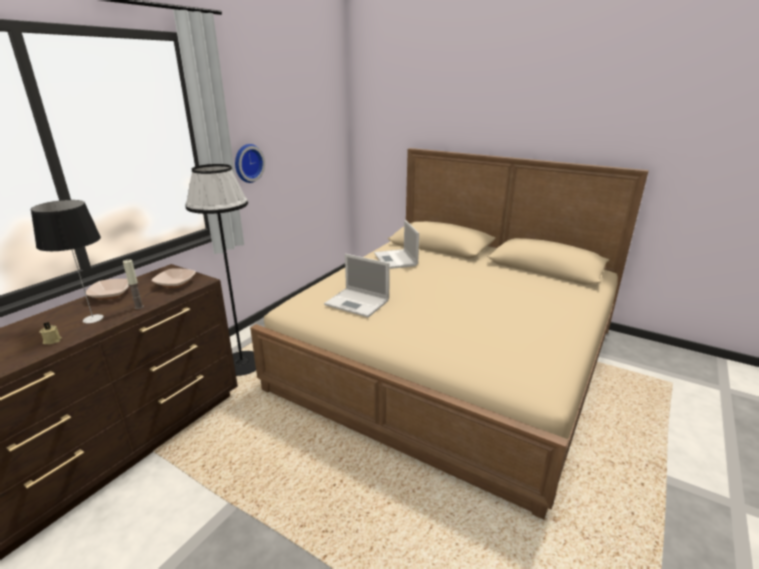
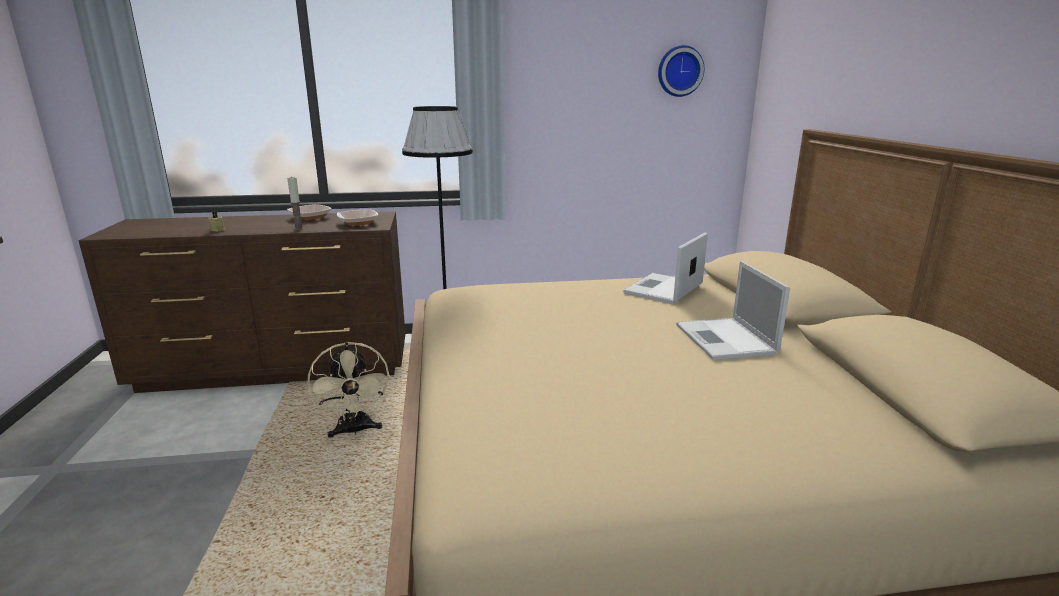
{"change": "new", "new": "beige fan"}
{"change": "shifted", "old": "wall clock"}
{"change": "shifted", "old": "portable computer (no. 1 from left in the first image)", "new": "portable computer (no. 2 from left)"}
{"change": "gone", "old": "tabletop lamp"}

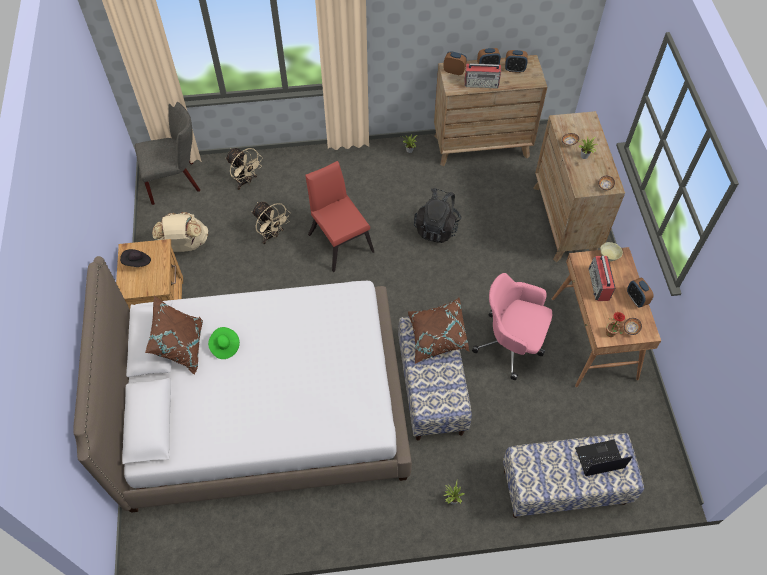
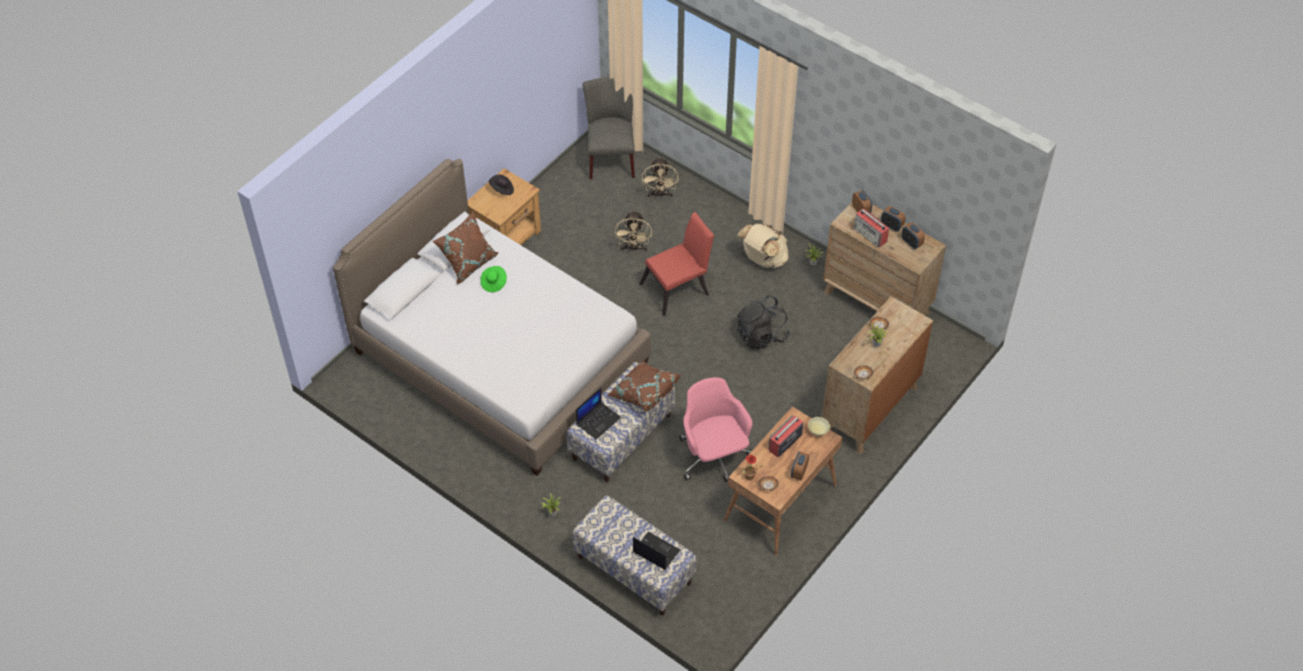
{"change": "new", "new": "portable computer (no. 1 from left)"}
{"change": "rotated", "old": "grey plain chair", "degrees": -120}
{"change": "rotated", "old": "red-coloured plain chair", "degrees": 45}
{"change": "shifted", "old": "beige rucksack"}

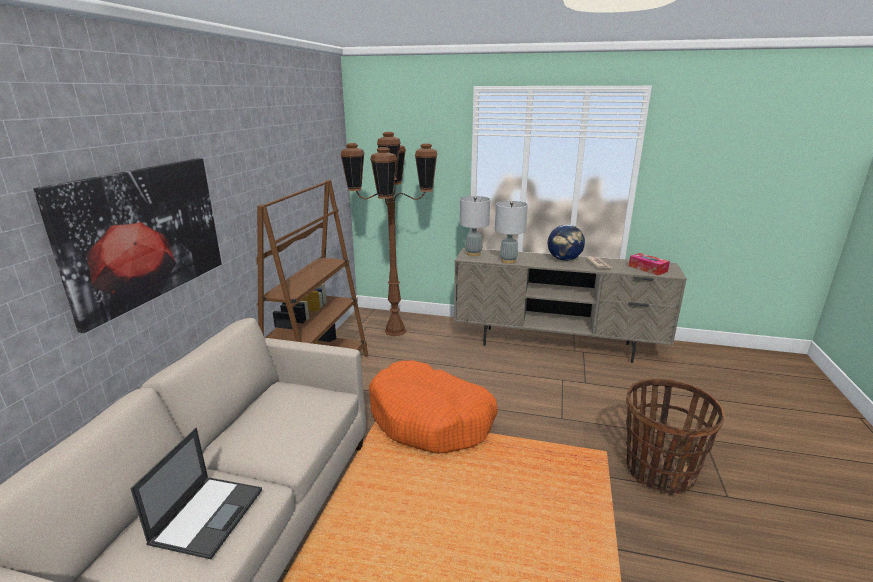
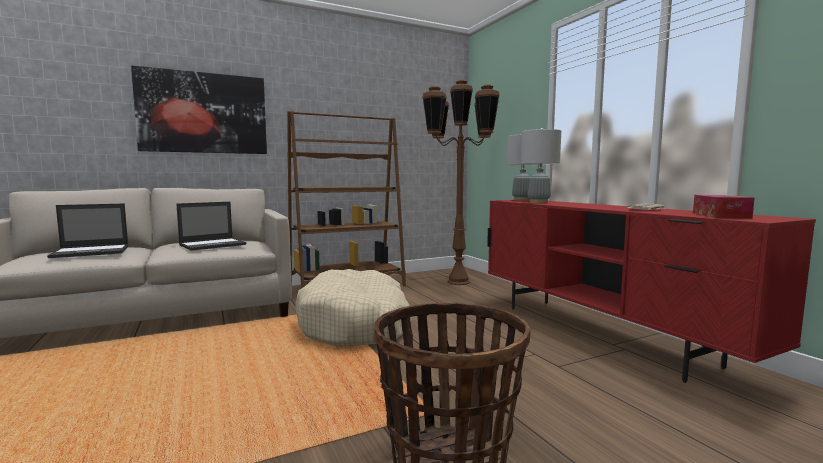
{"change": "new", "new": "portable computer (no. 2 from left)"}
{"change": "repainted", "old": "orange-coloured dog cushion", "new": "beige dog cushion"}
{"change": "repainted", "old": "beige tv stand", "new": "red-coloured tv stand"}
{"change": "gone", "old": "world globe"}

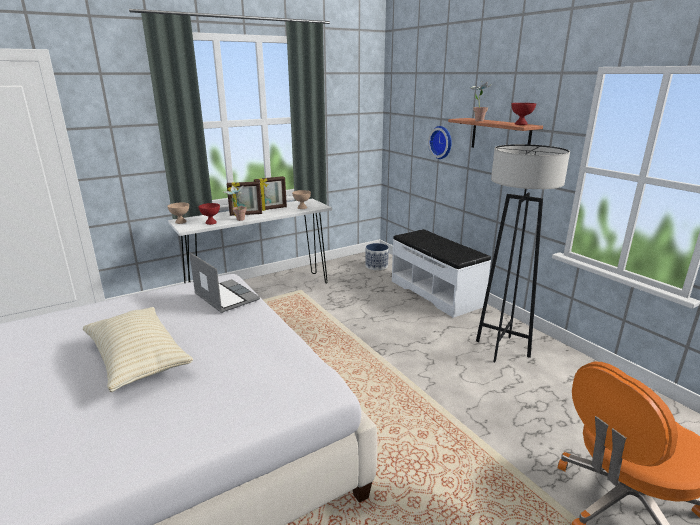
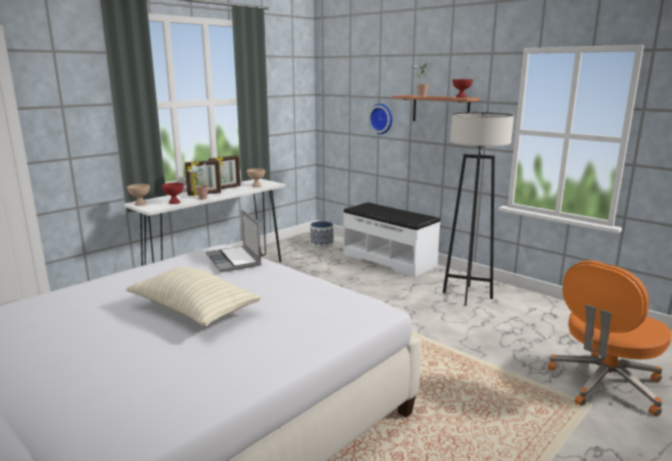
{"change": "rotated", "old": "portable computer", "degrees": -150}

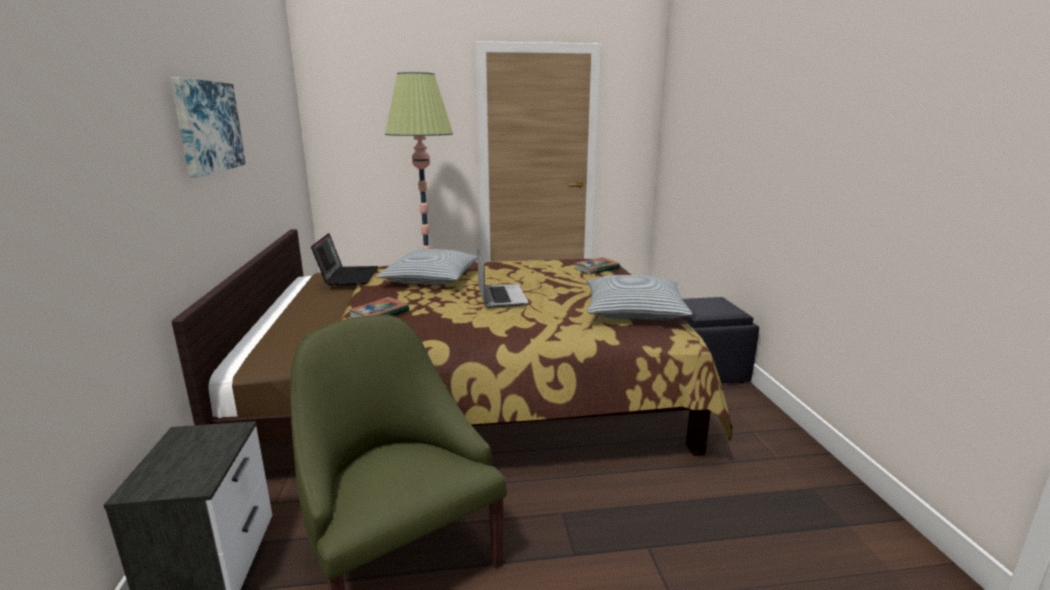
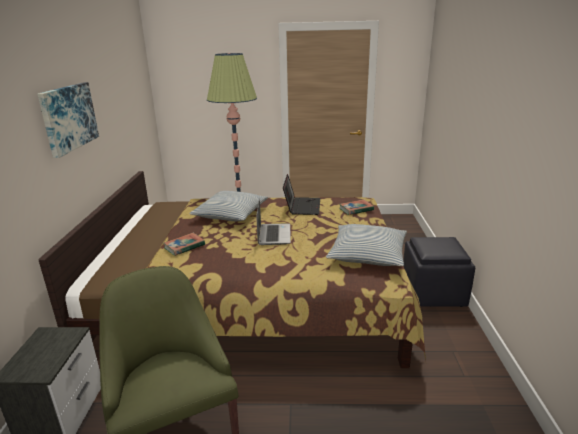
{"change": "shifted", "old": "portable computer (no. 1 from left in the first image)", "new": "portable computer (no. 2 from left)"}

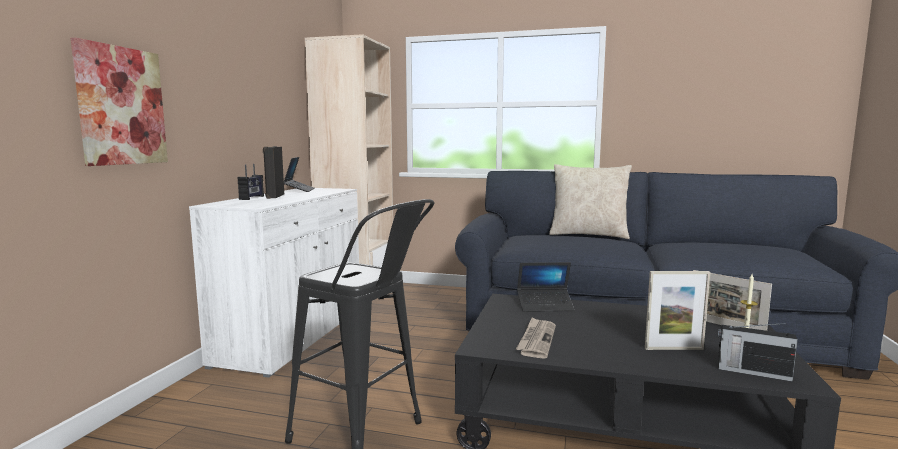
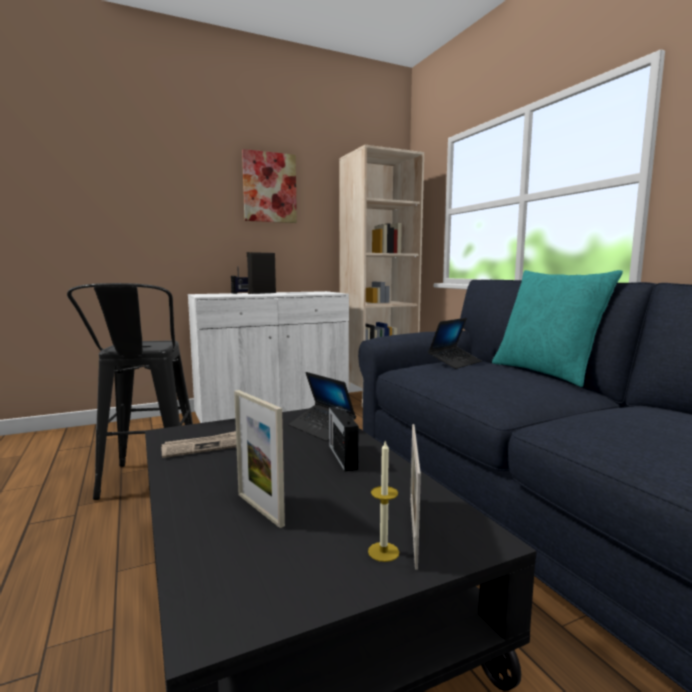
{"change": "shifted", "old": "wall picture"}
{"change": "shifted", "old": "radio receiver (no. 2 from left)"}
{"change": "shifted", "old": "portable computer (no. 1 from left in the first image)", "new": "portable computer (no. 2 from left)"}
{"change": "repainted", "old": "beige pillow", "new": "turquoise pillow"}

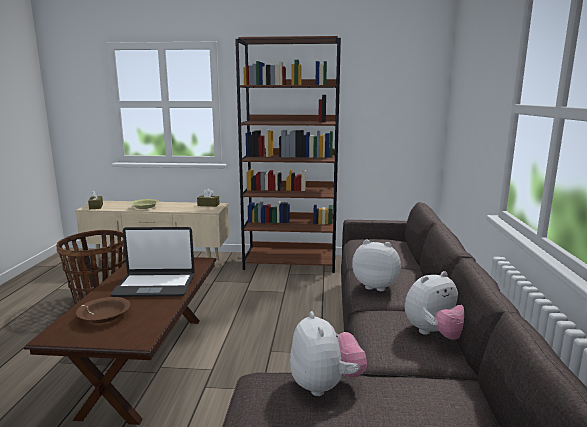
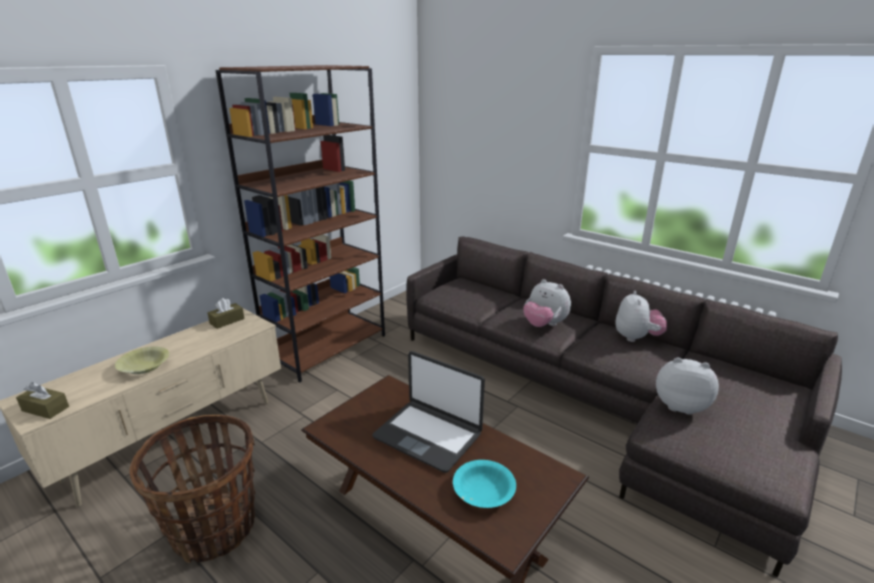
{"change": "rotated", "old": "portable computer", "degrees": 90}
{"change": "repainted", "old": "brown-coloured deep dish", "new": "turquoise deep dish"}
{"change": "rotated", "old": "cuddly toy (no. 2 from left in the first image)", "degrees": -105}

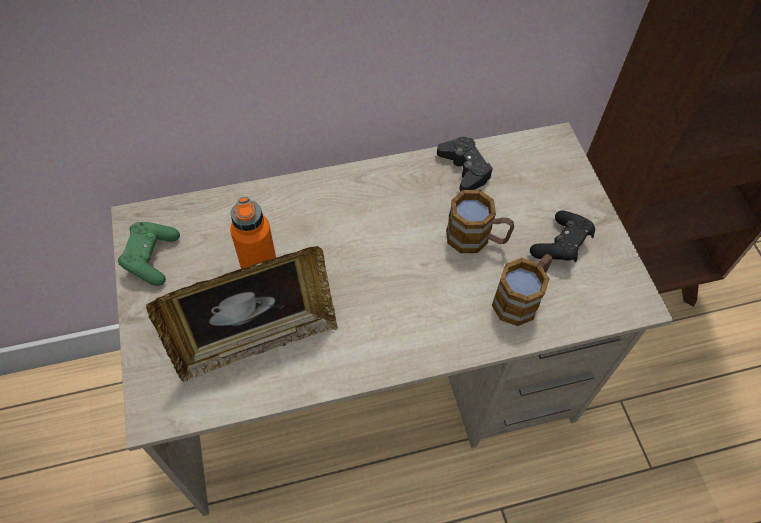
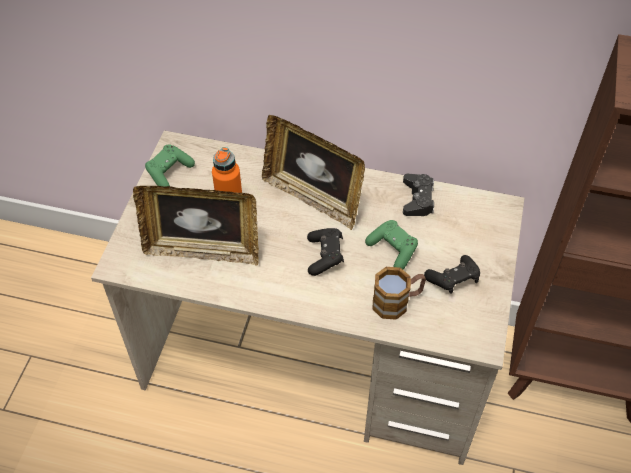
{"change": "new", "new": "standing frame (no. 2 from left)"}
{"change": "new", "new": "black-coloured gamepad (no. 1 from left)"}
{"change": "swapped", "old": "mug (no. 1 from left)", "new": "green-coloured gamepad (no. 2 from left)"}

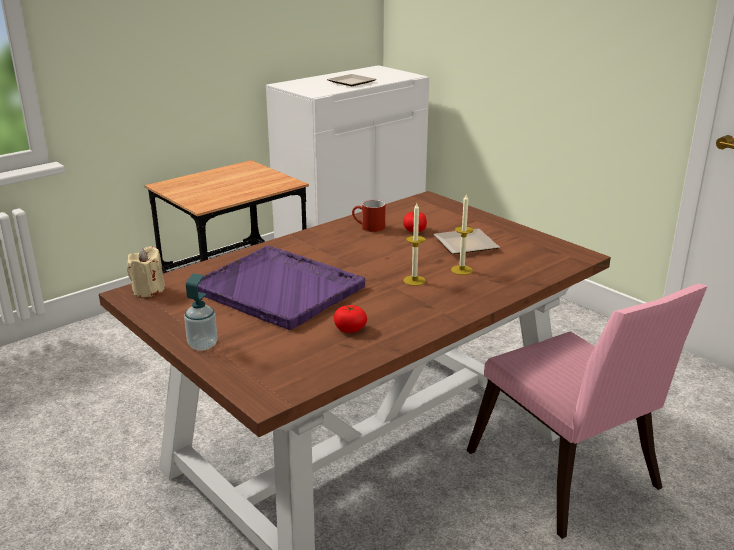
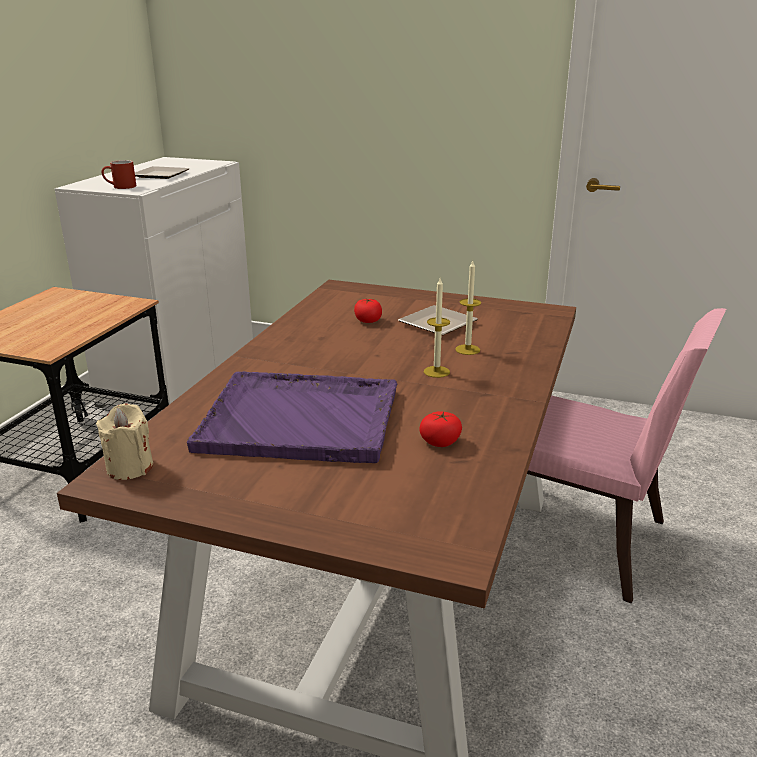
{"change": "shifted", "old": "red-coloured mug"}
{"change": "gone", "old": "soap bottle"}

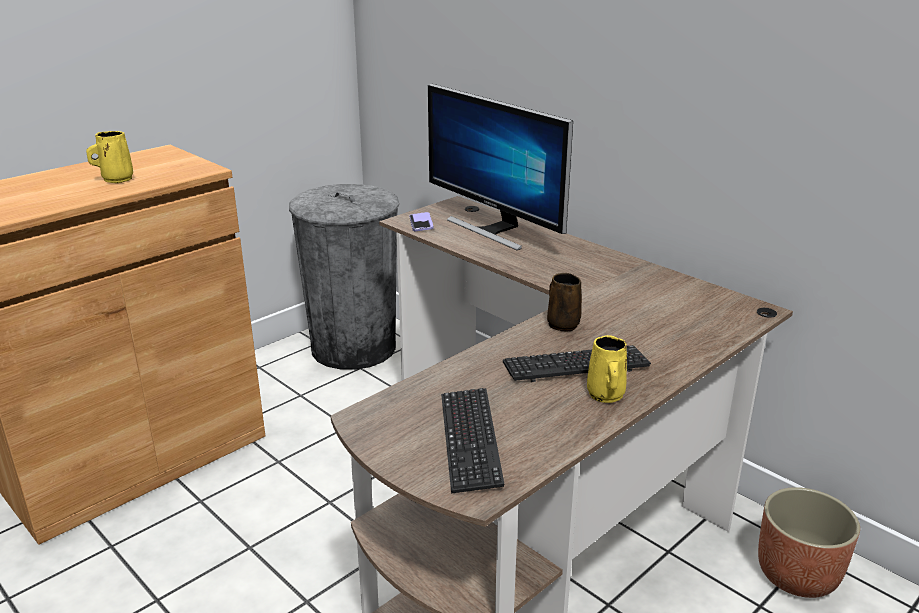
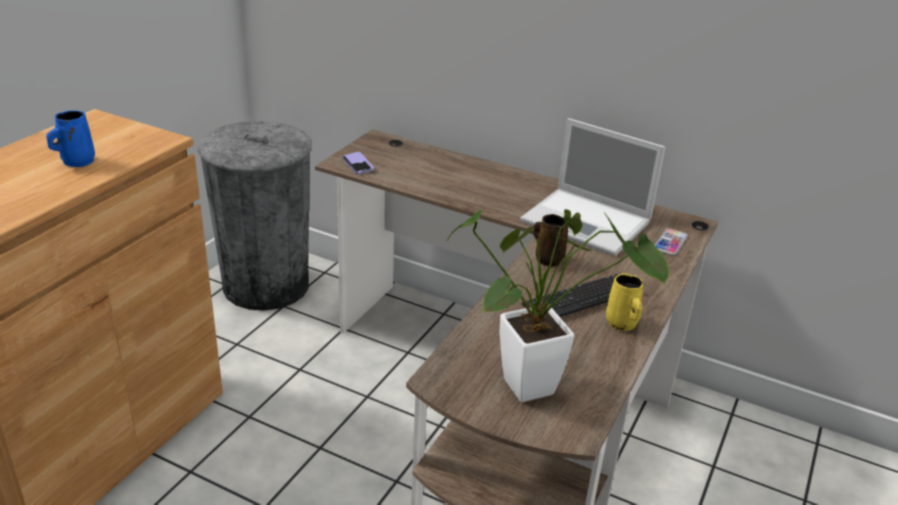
{"change": "repainted", "old": "yellow-coloured mug (no. 1 from left)", "new": "blue-coloured mug"}
{"change": "swapped", "old": "PC keyboard (no. 1 from left)", "new": "houseplant"}
{"change": "new", "new": "portable computer"}
{"change": "new", "new": "handset (no. 2 from left)"}
{"change": "gone", "old": "computer display"}
{"change": "gone", "old": "flower pot"}

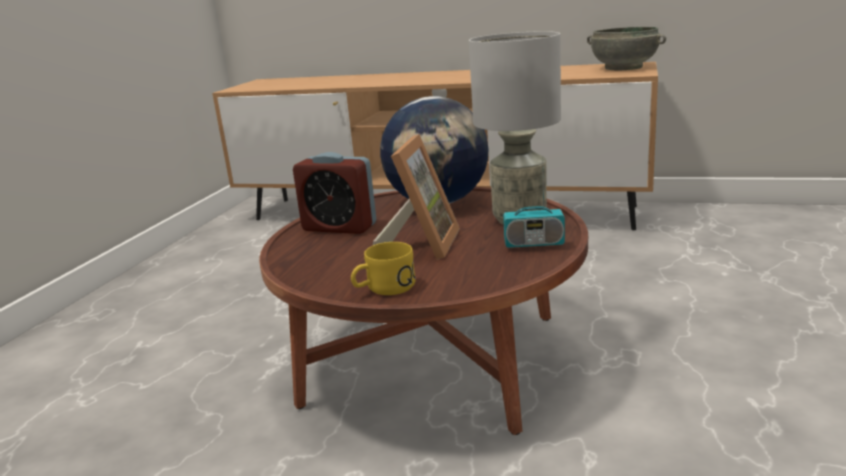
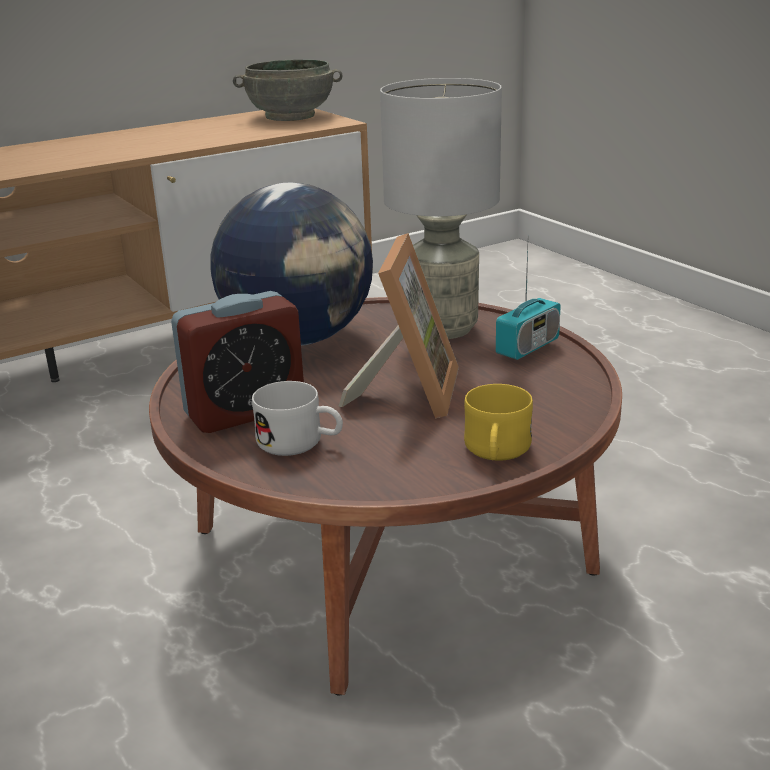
{"change": "new", "new": "whitish mug"}
{"change": "rotated", "old": "standing frame", "degrees": 45}

